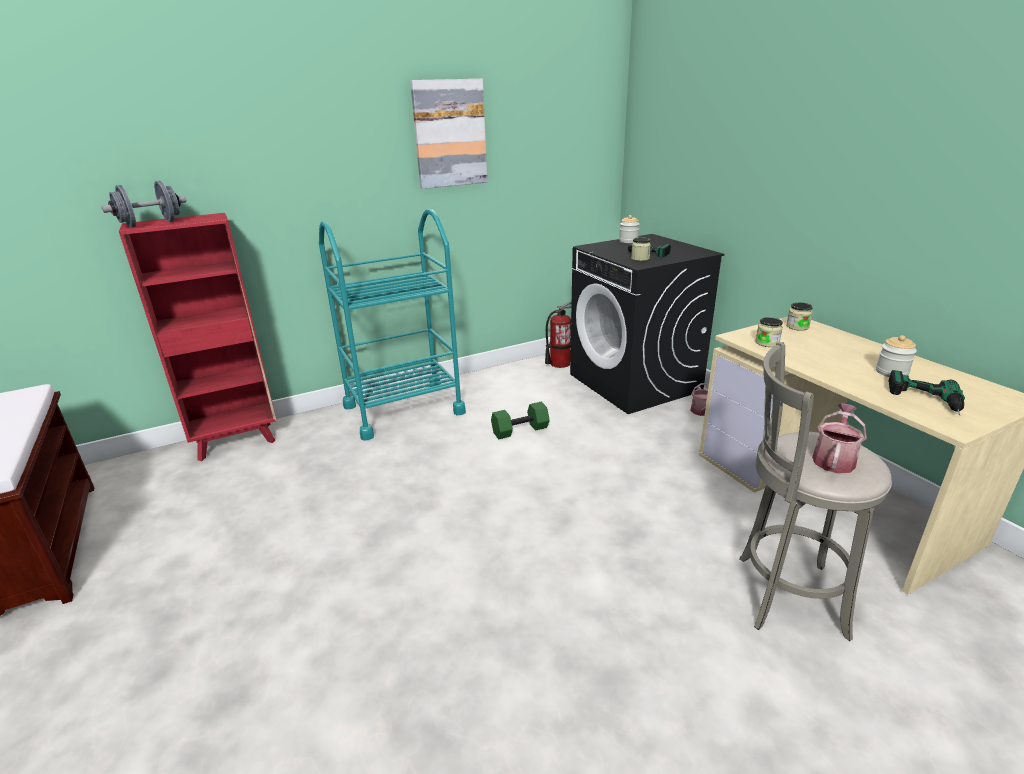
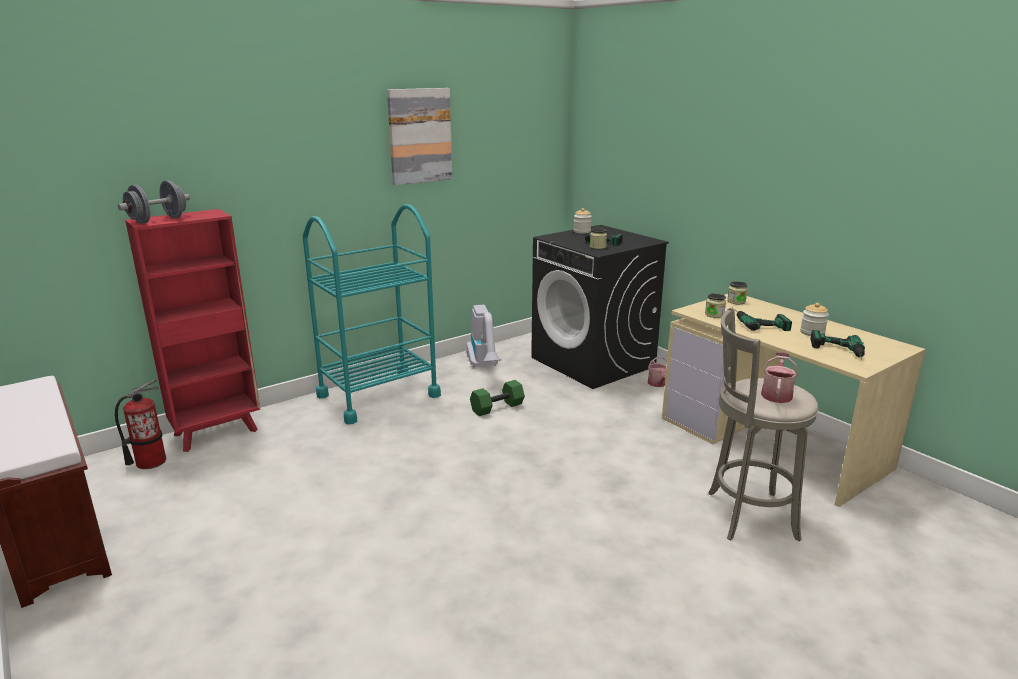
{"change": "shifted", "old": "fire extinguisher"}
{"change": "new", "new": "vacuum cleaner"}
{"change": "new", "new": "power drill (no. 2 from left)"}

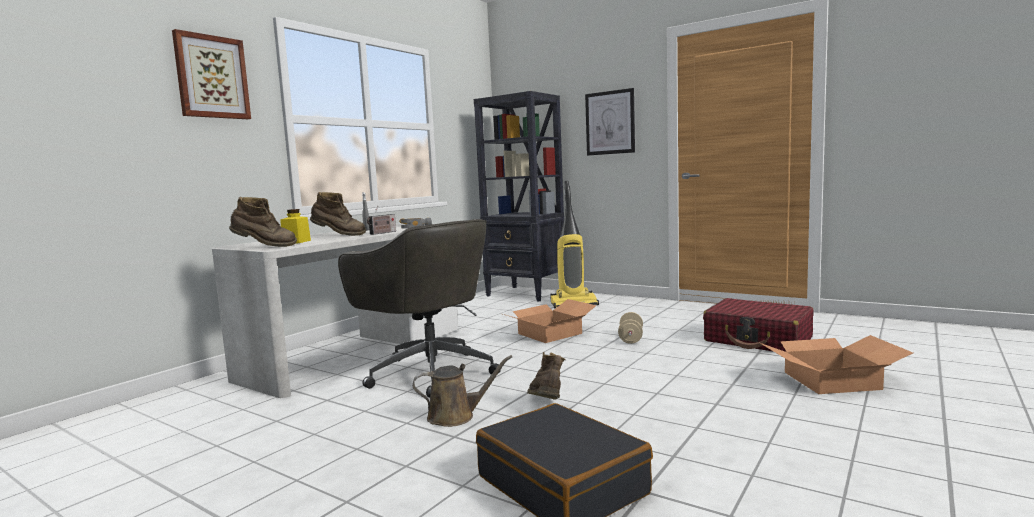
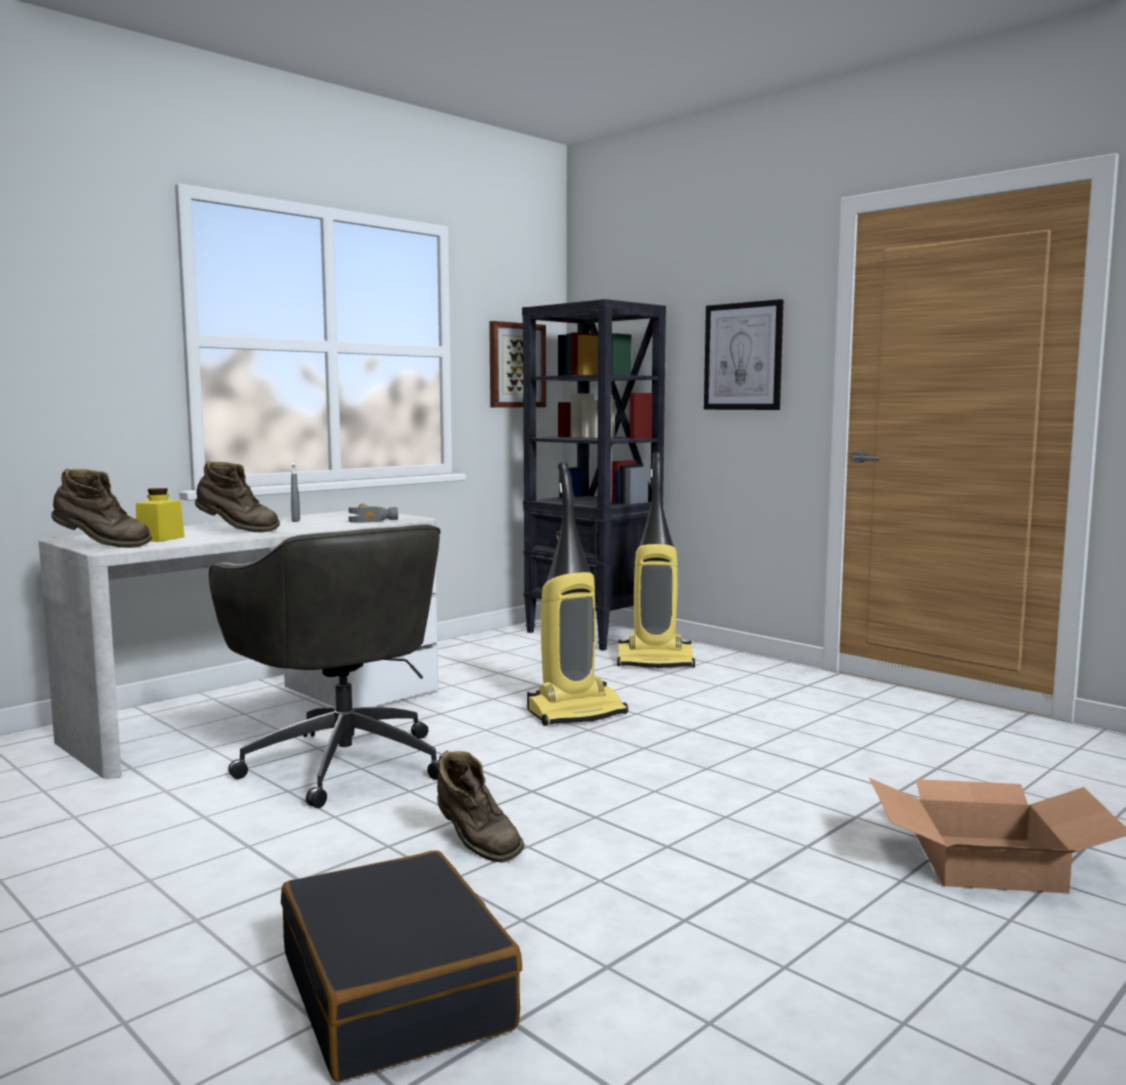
{"change": "rotated", "old": "brown-coloured tall boot (no. 3 from left)", "degrees": 135}
{"change": "shifted", "old": "wall picture (no. 1 from left)"}
{"change": "swapped", "old": "cardboard box (no. 1 from left)", "new": "vacuum cleaner (no. 1 from left)"}
{"change": "gone", "old": "radio receiver"}
{"change": "gone", "old": "brown-coloured watering can"}
{"change": "gone", "old": "beige hand weight"}
{"change": "gone", "old": "red-coloured piece of luggage"}

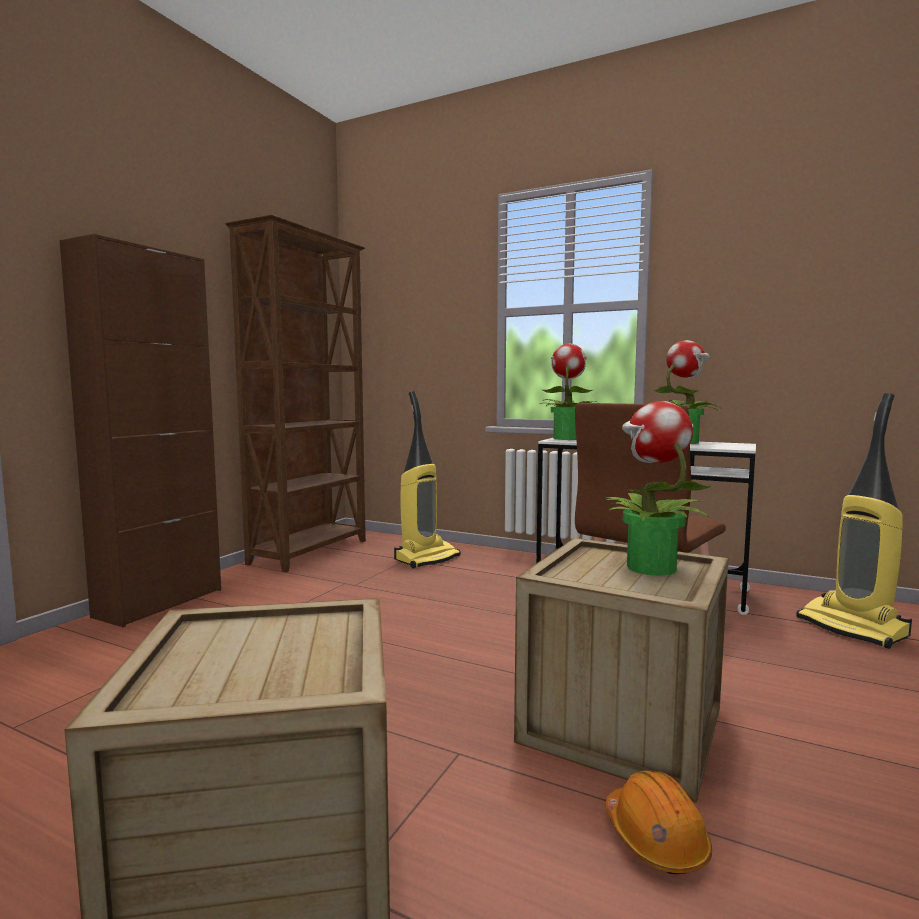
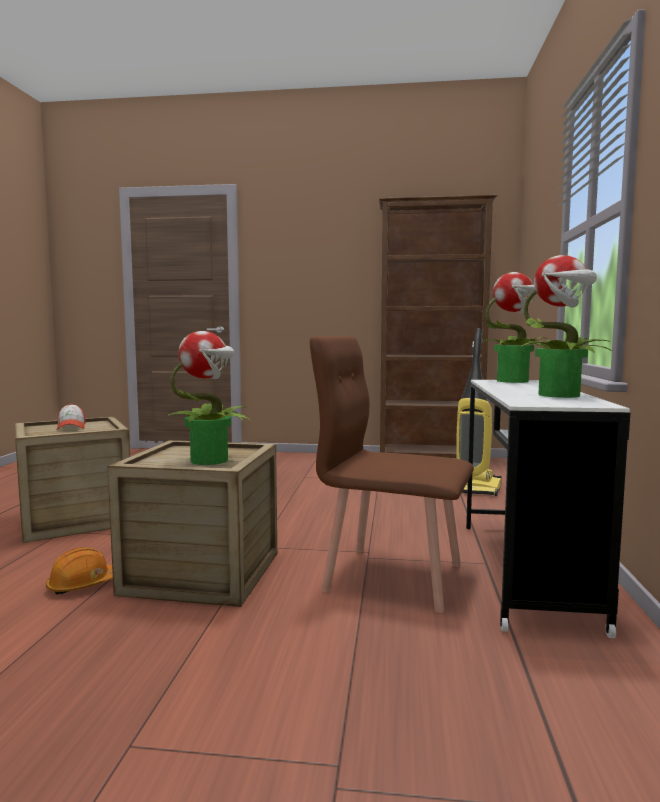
{"change": "new", "new": "cap"}
{"change": "gone", "old": "brown-coloured cupboard"}
{"change": "gone", "old": "vacuum cleaner (no. 2 from left)"}

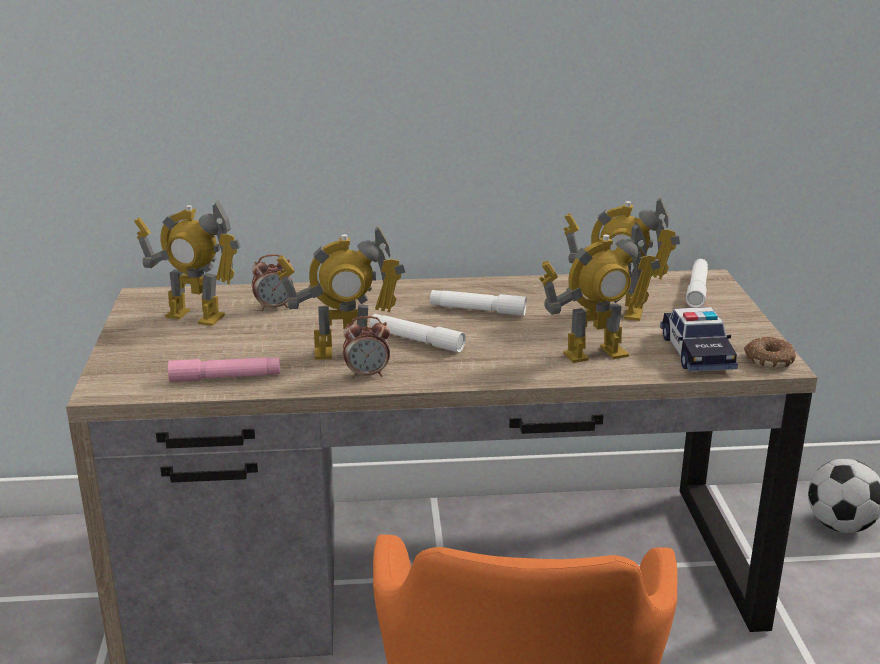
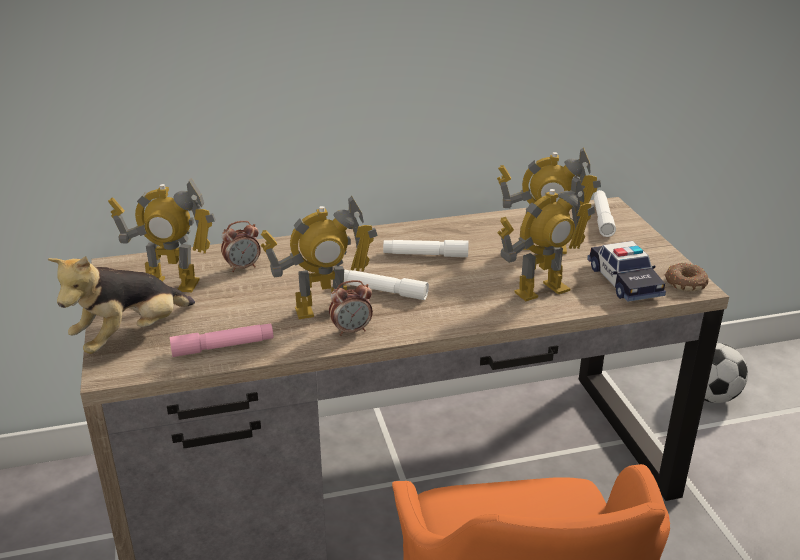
{"change": "new", "new": "cuddly toy"}

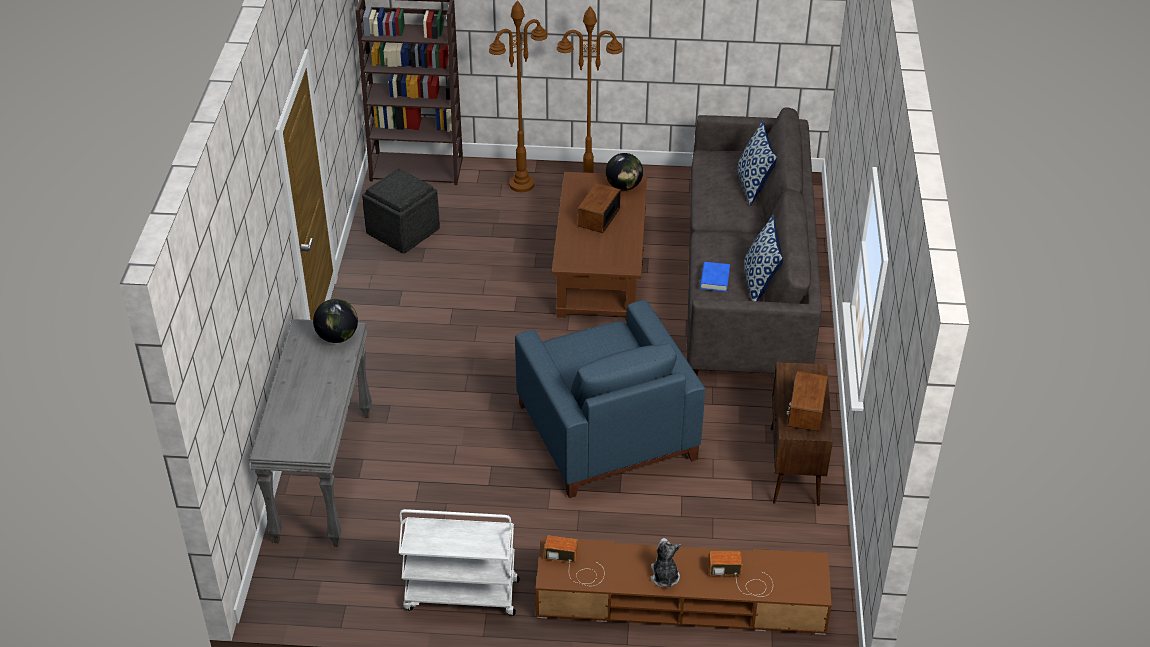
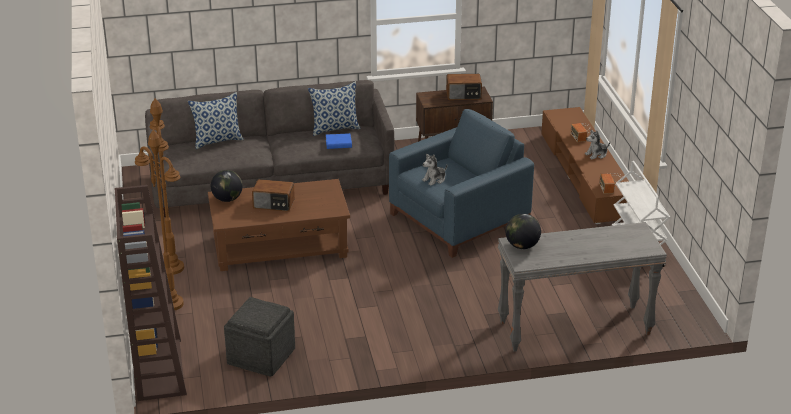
{"change": "new", "new": "cuddly toy (no. 1 from left)"}

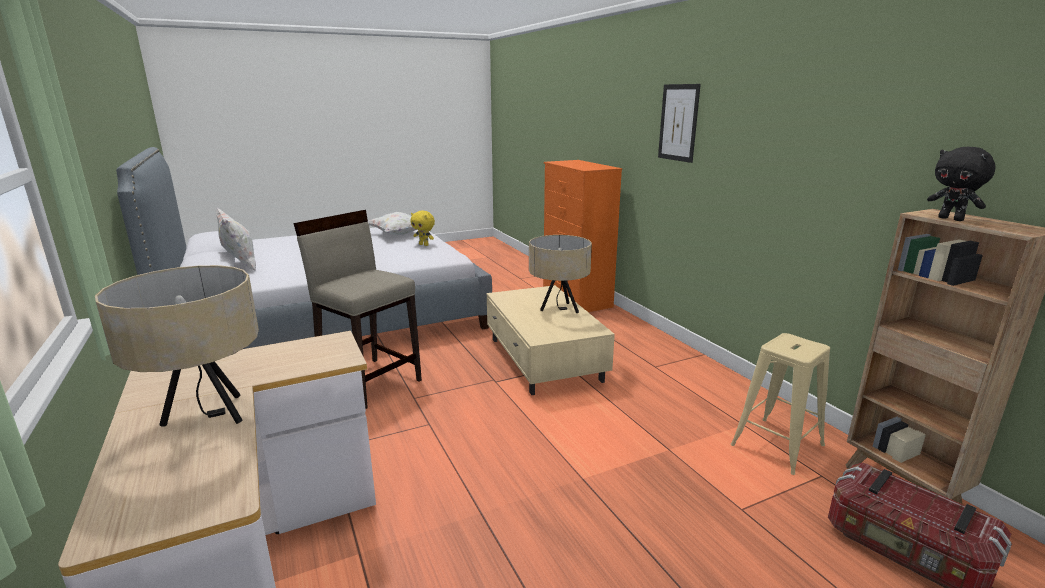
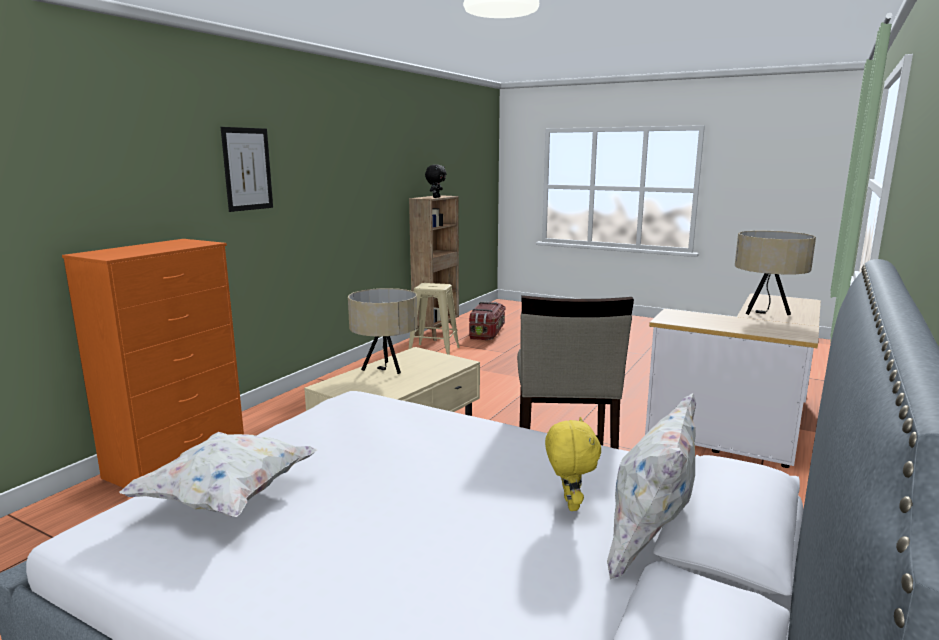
{"change": "shifted", "old": "yellow-coloured cuddly toy"}

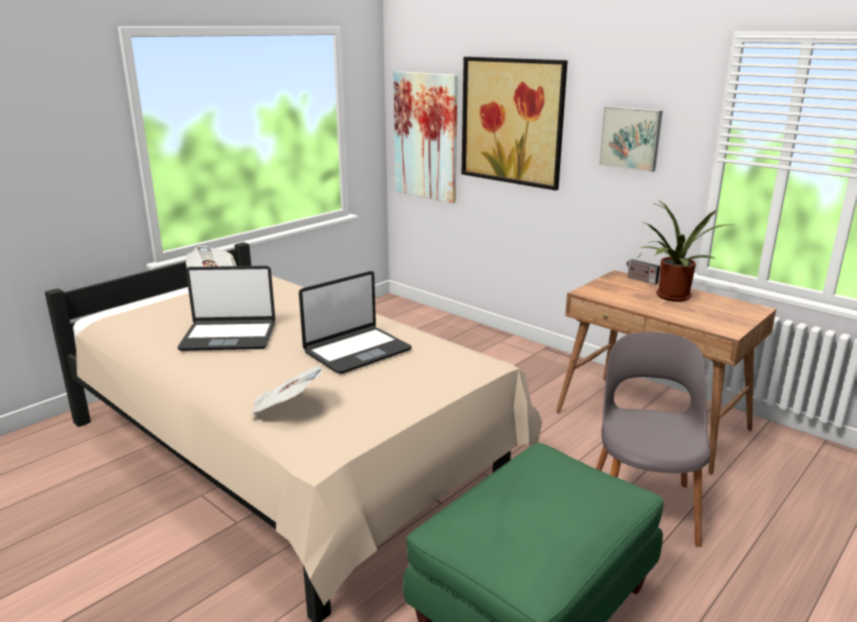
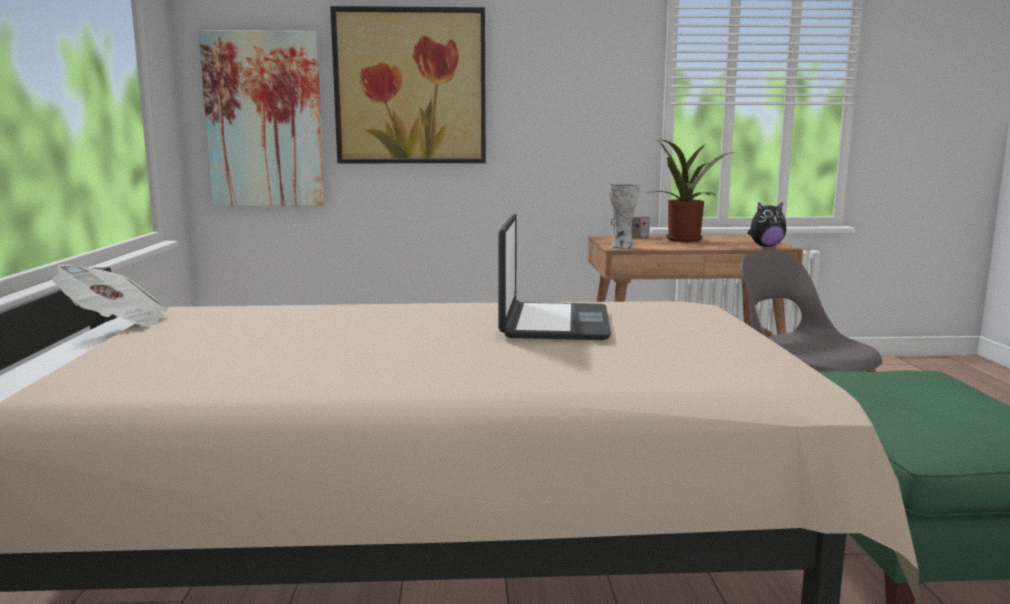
{"change": "new", "new": "flower vase"}
{"change": "new", "new": "cuddly toy"}
{"change": "gone", "old": "portable computer (no. 1 from left)"}
{"change": "gone", "old": "daily paper (no. 2 from left)"}
{"change": "gone", "old": "wall picture (no. 3 from left)"}

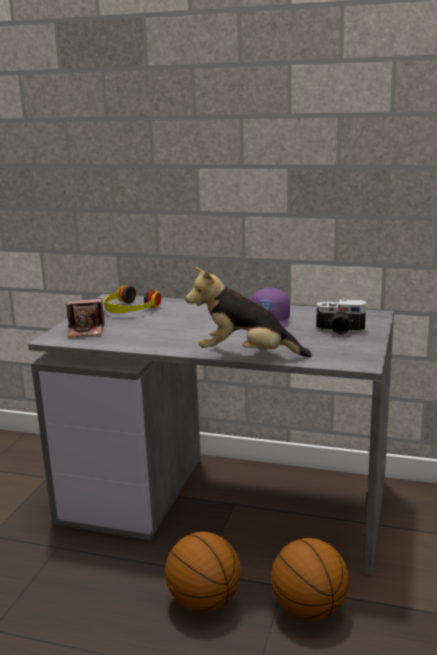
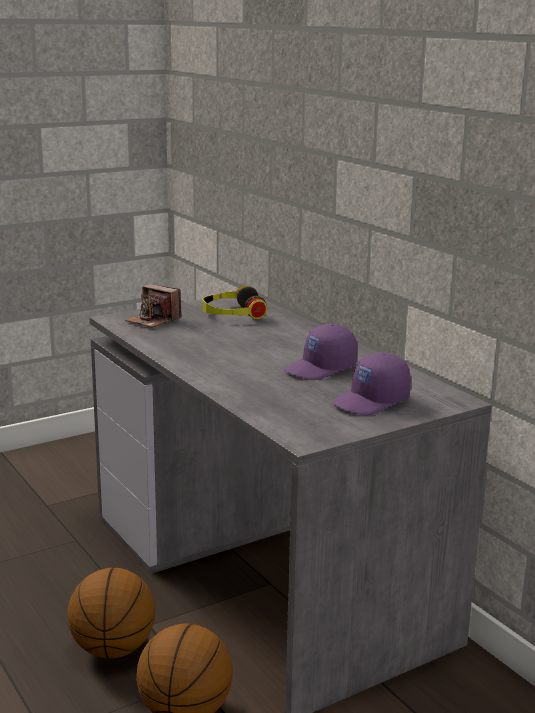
{"change": "swapped", "old": "photo camera (no. 2 from left)", "new": "purple-coloured cap (no. 2 from left)"}
{"change": "gone", "old": "cuddly toy"}

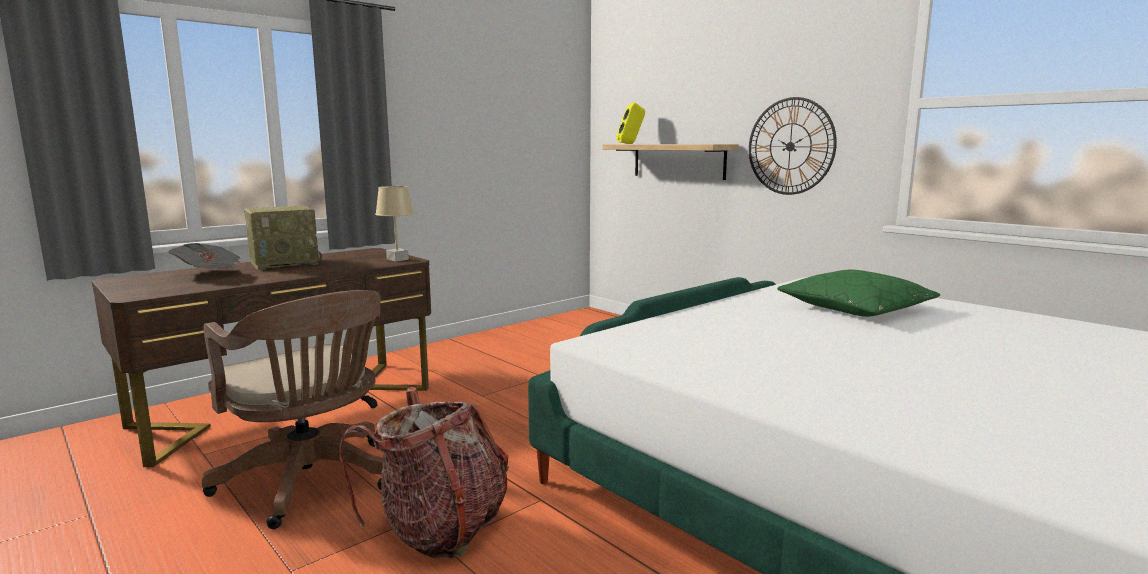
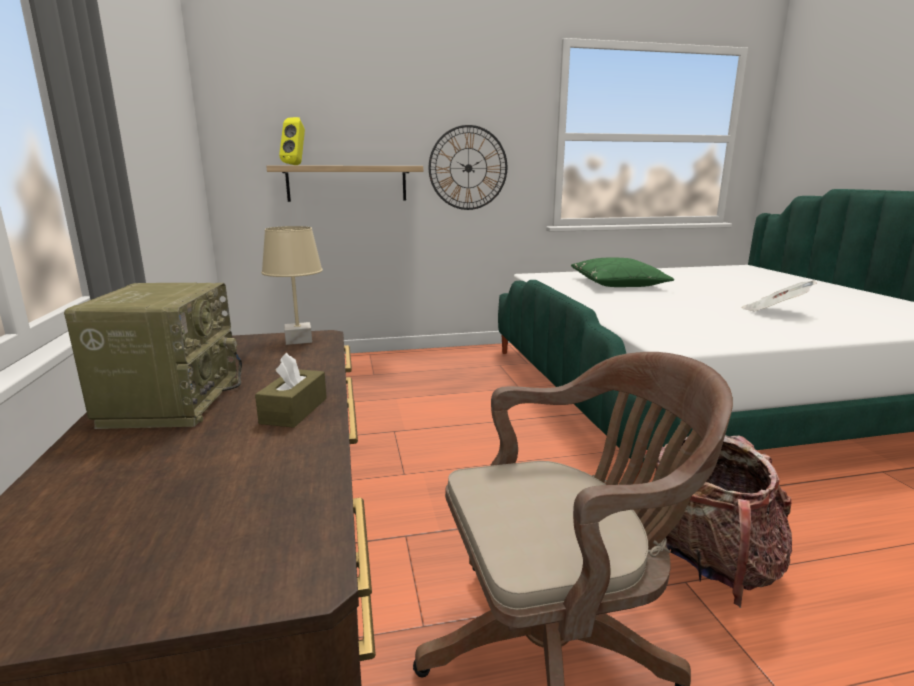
{"change": "new", "new": "brown-coloured tissue holder"}
{"change": "shifted", "old": "daily paper"}

